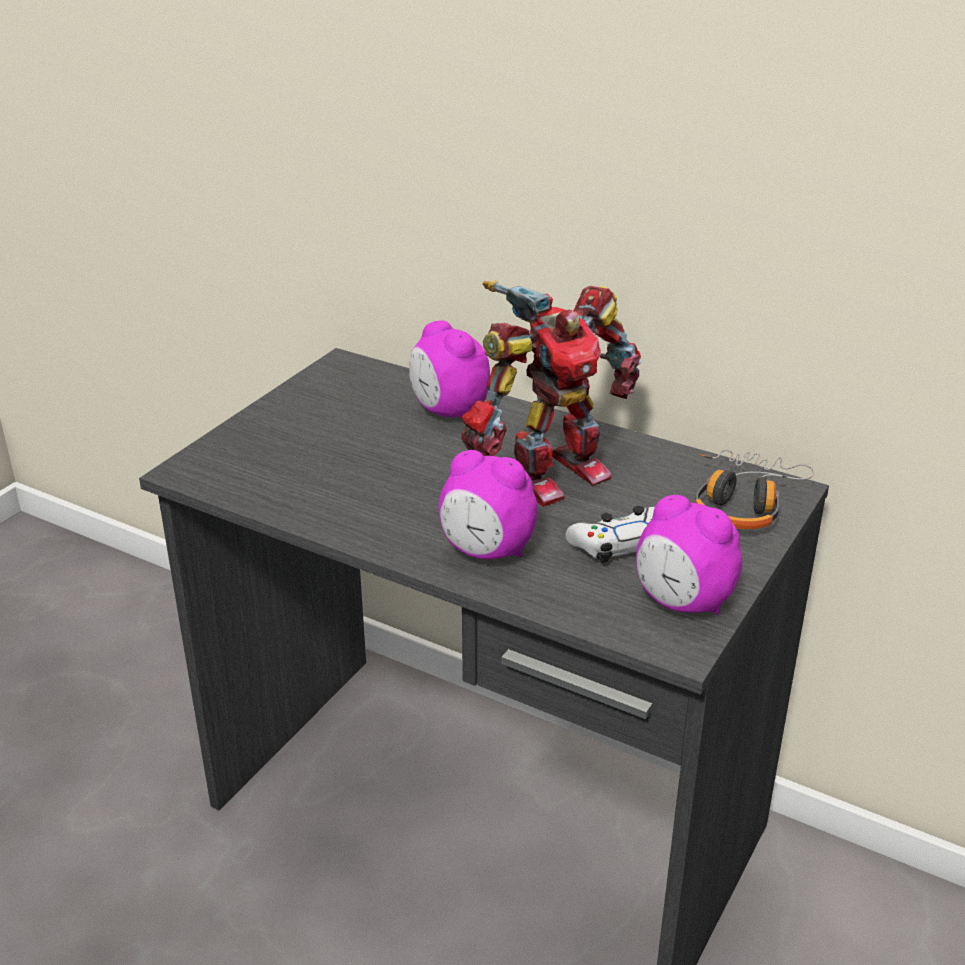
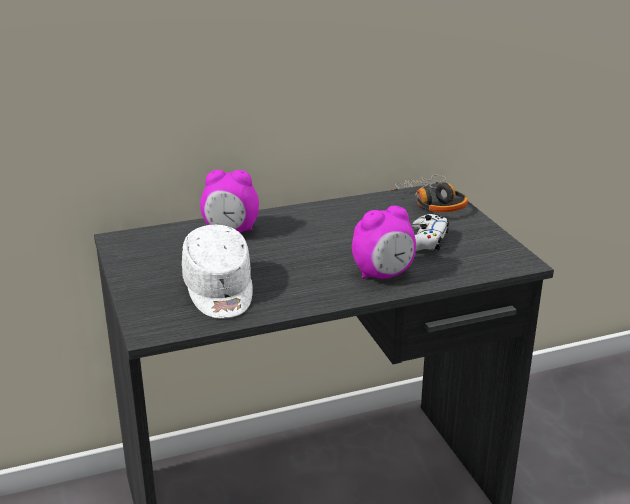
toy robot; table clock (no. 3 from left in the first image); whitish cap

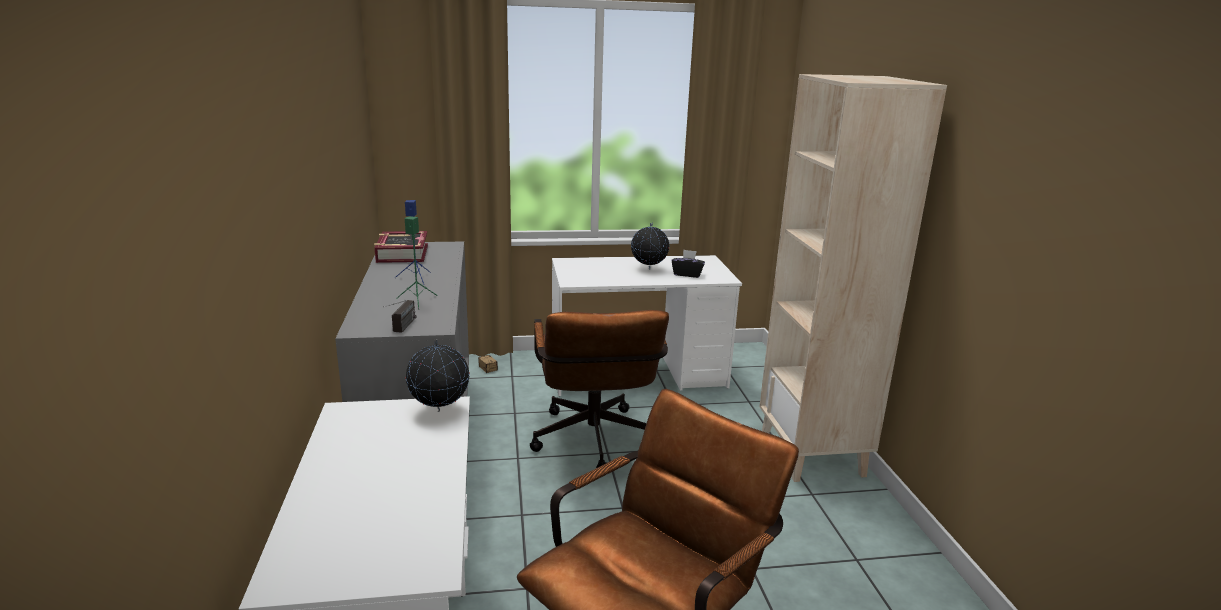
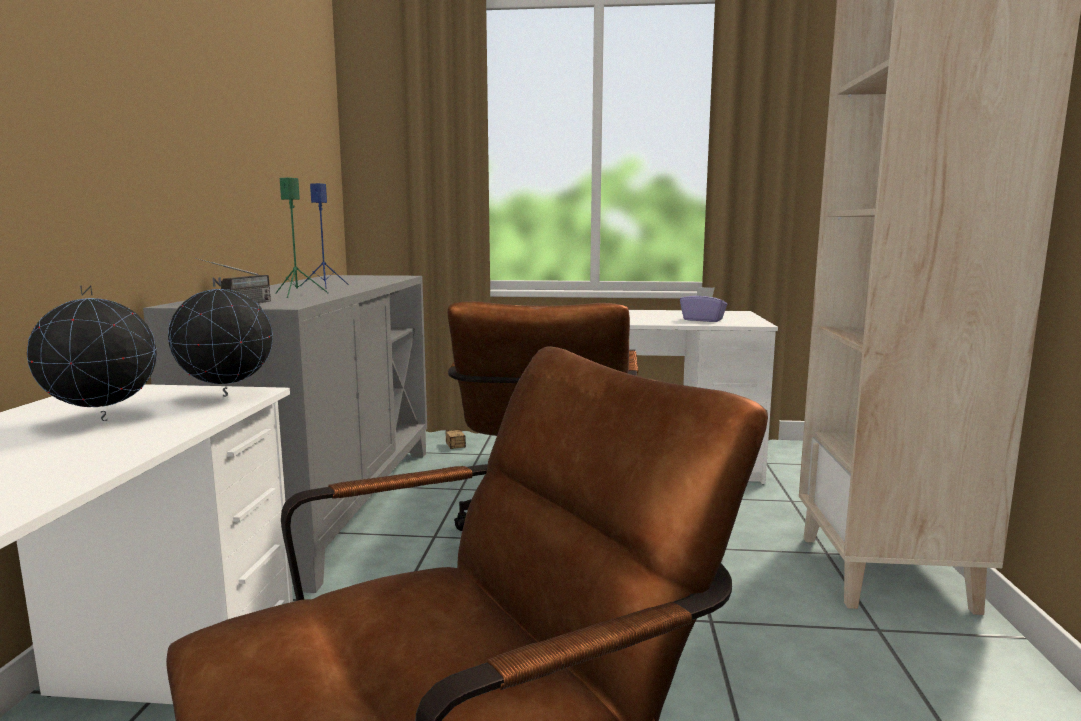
desk globe (no. 1 from left); book; purplish tissue holder

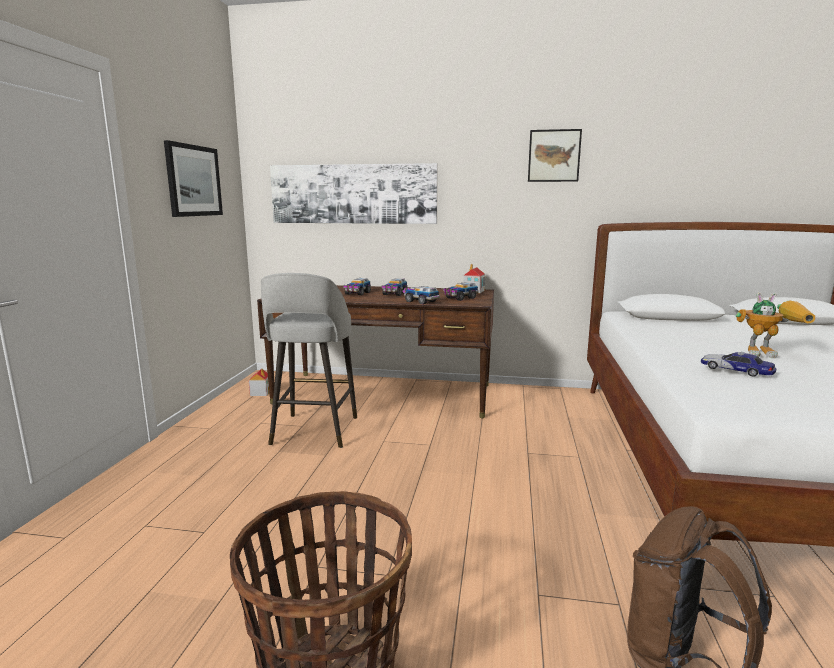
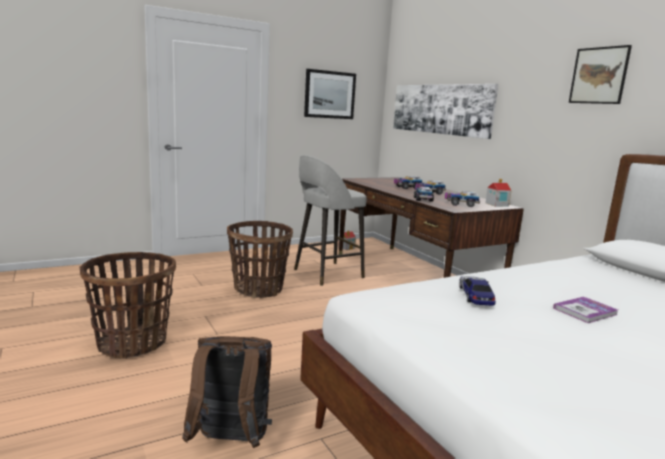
book; household basket (no. 2 from left)

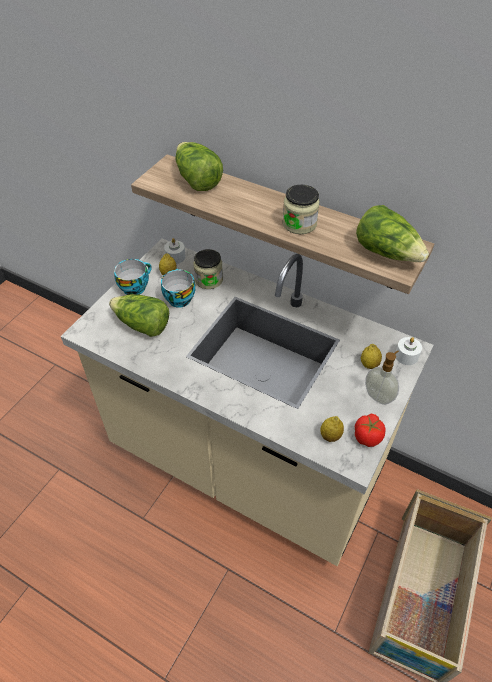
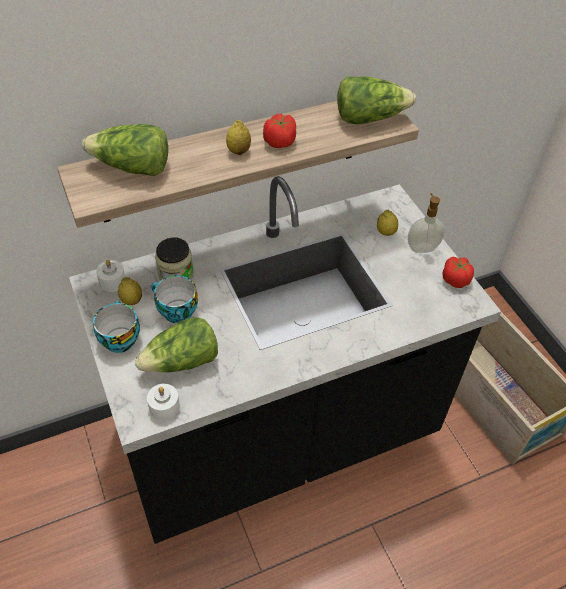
whole tomato (no. 1 from left); blackish counter; whitish wax candle (no. 2 from left); whole lemon (no. 2 from left)

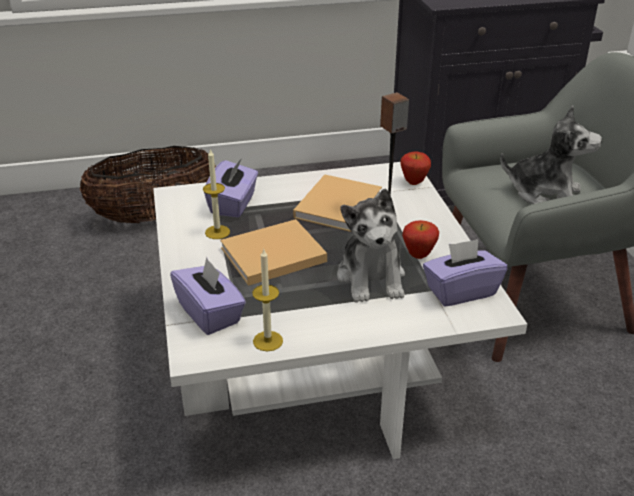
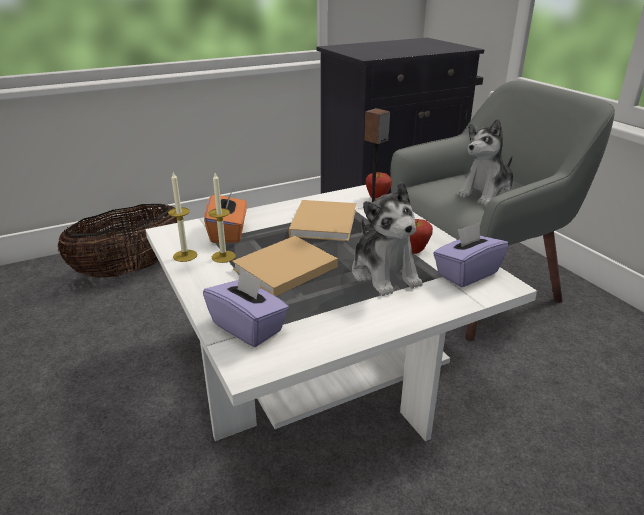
soft toy (no. 2 from left); orange tissue holder; wax candle (no. 1 from left)

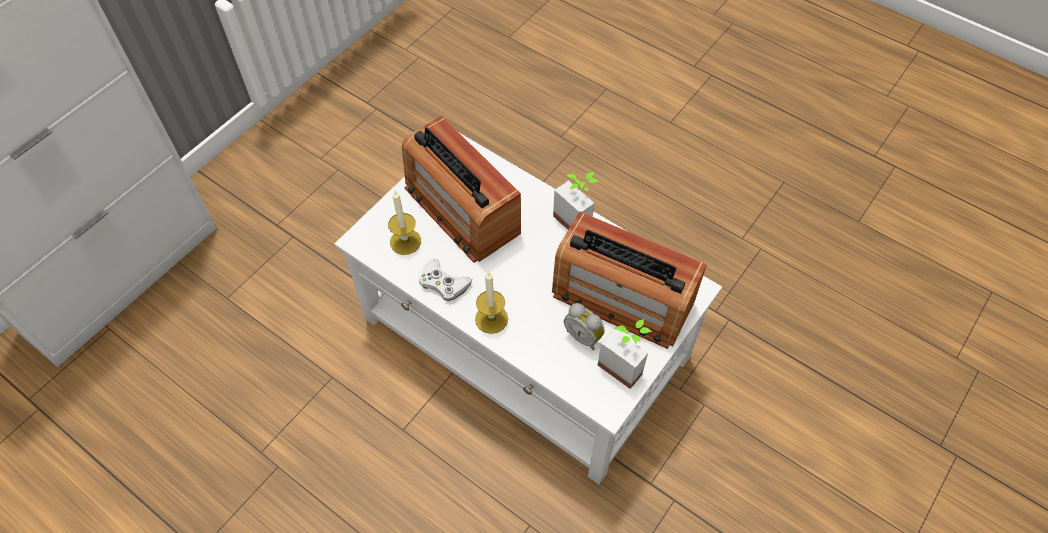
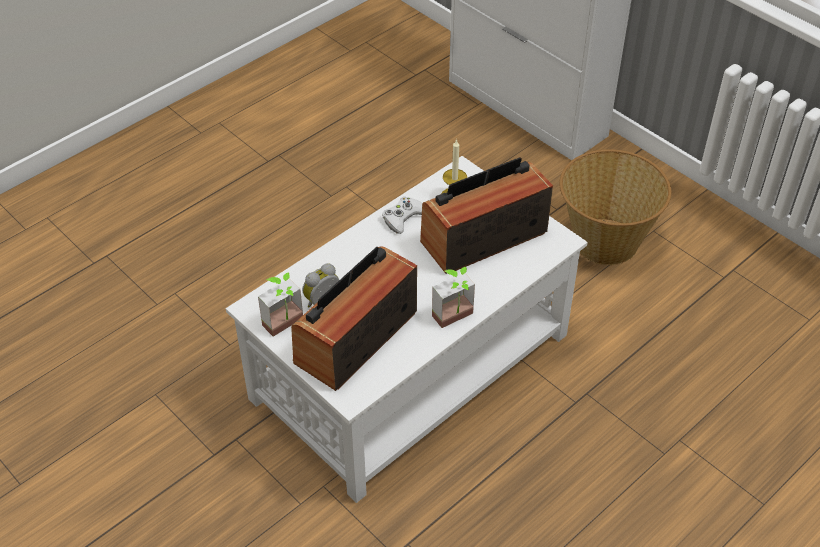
wax candle (no. 2 from left in the first image); household basket

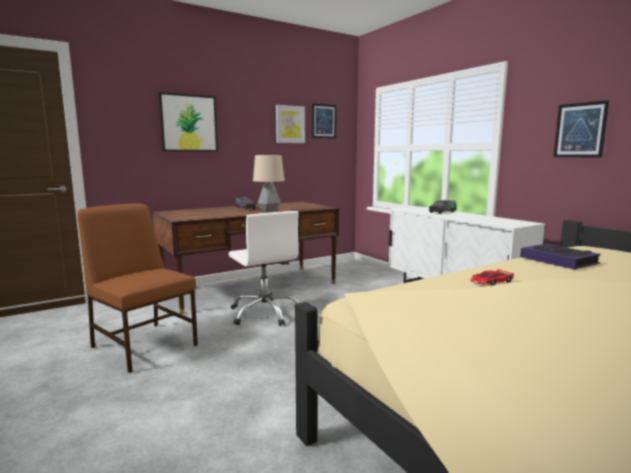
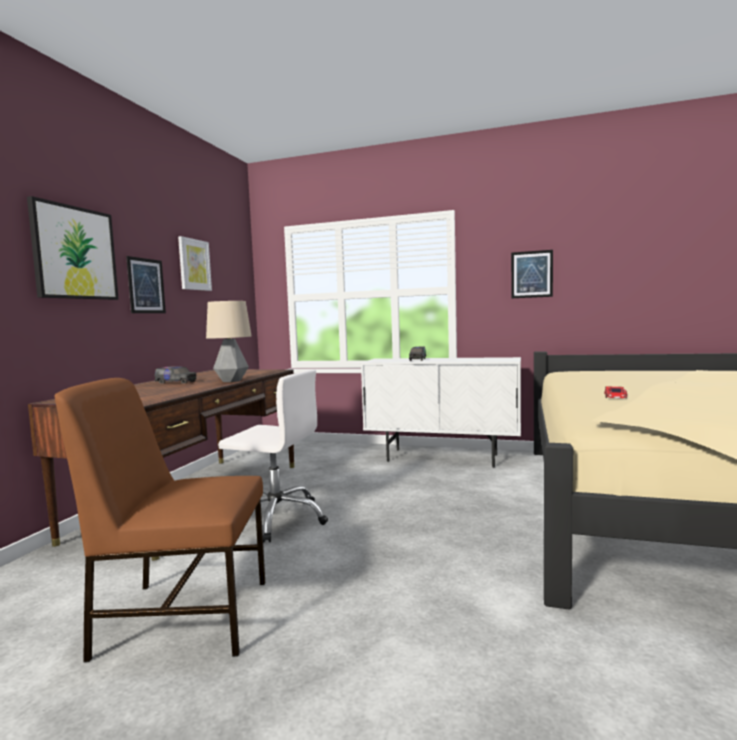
wall art (no. 2 from left); book

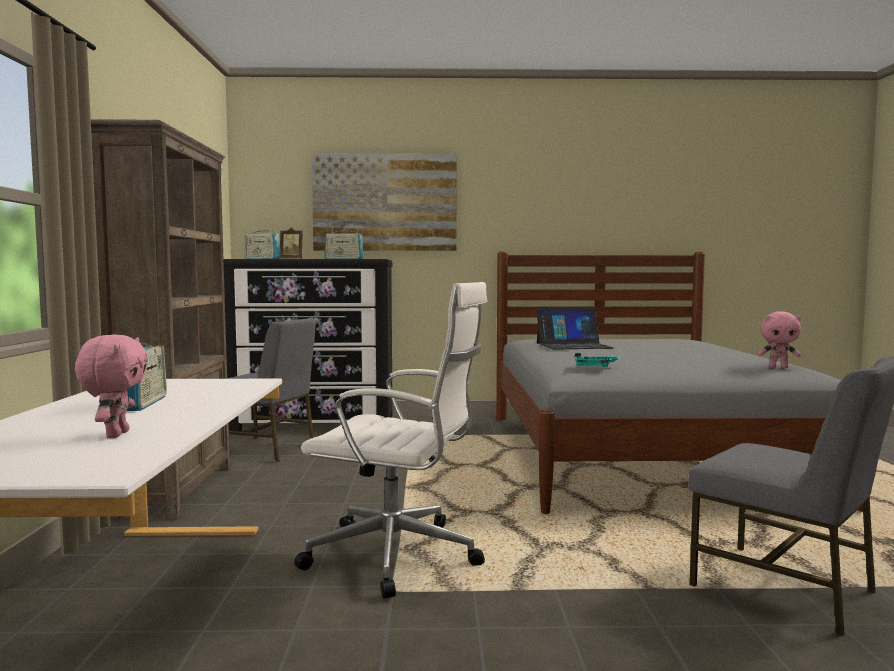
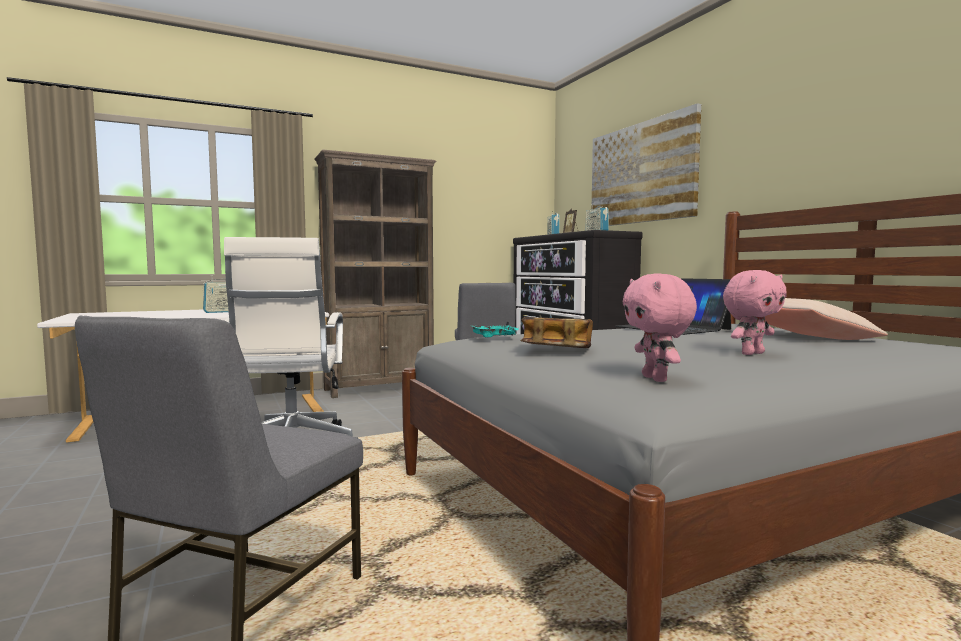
pinkish soft toy (no. 2 from left); sand-coloured throw pillow; book

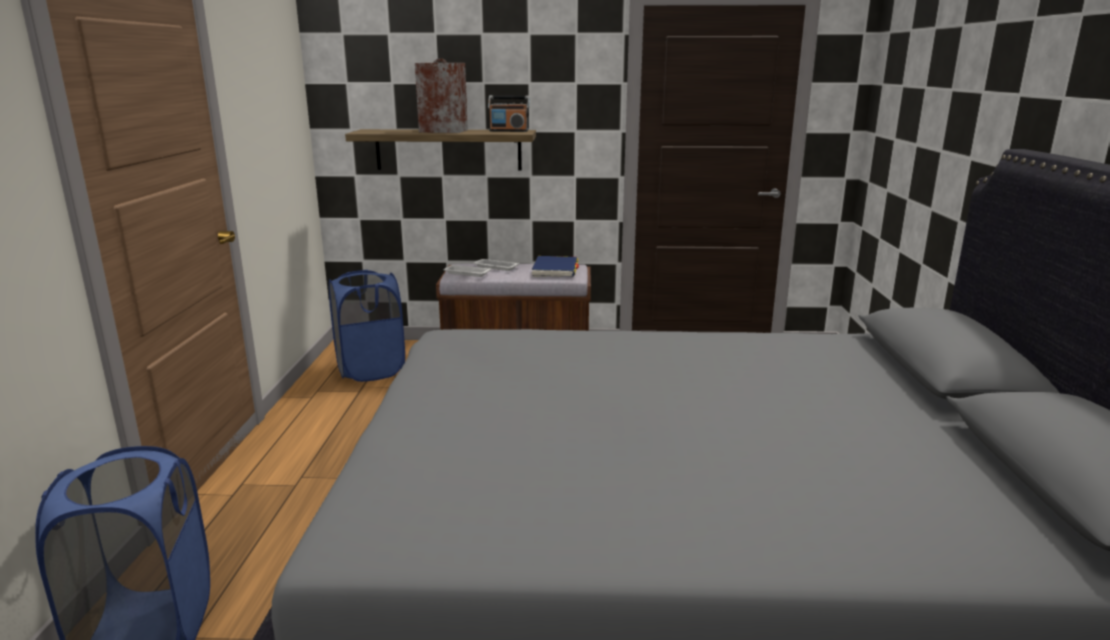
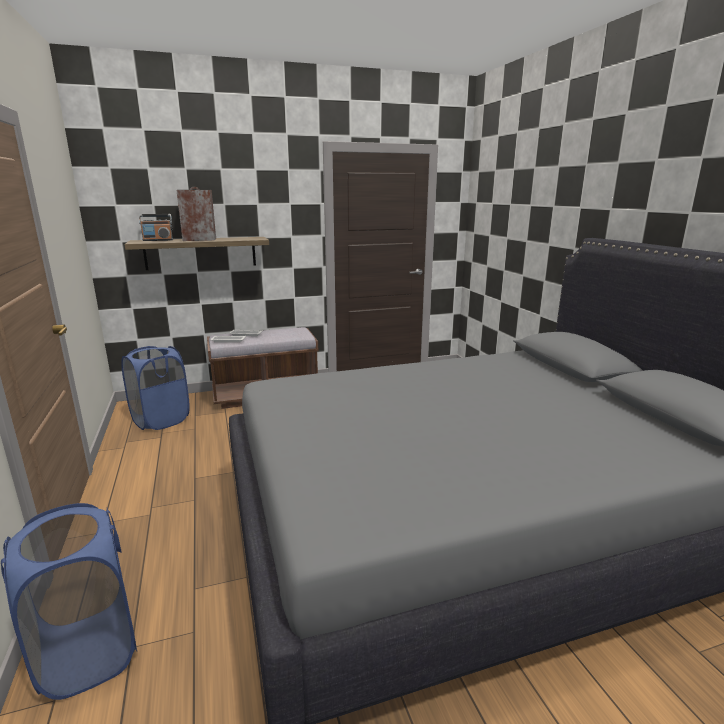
radio; bluish book

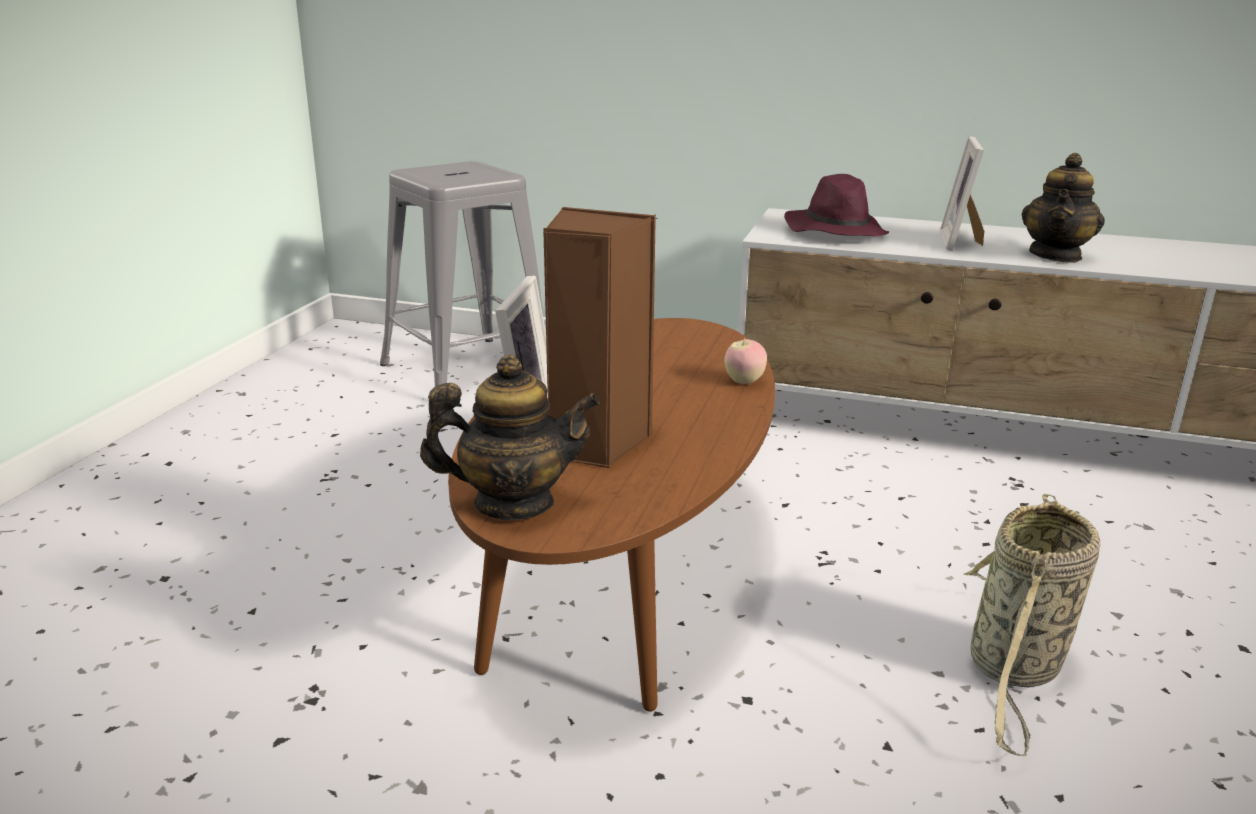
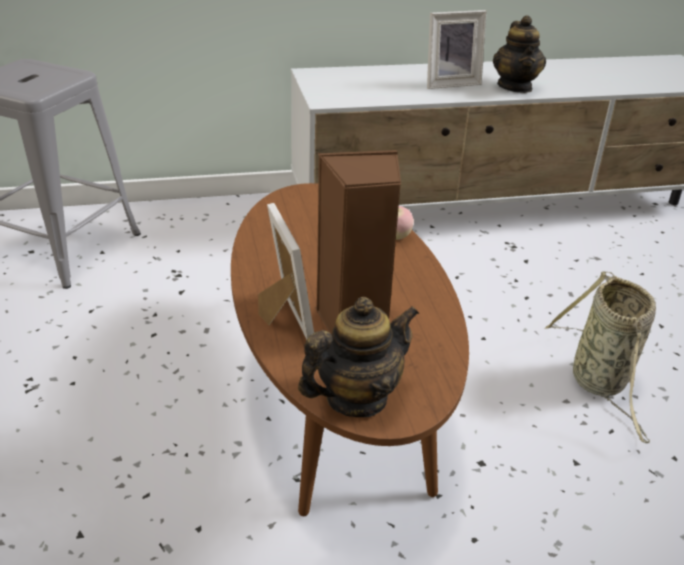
picture frame (no. 2 from left); purplish hat

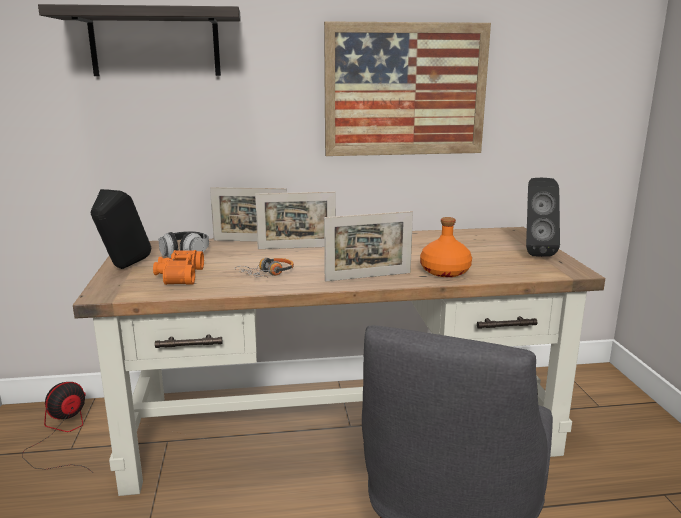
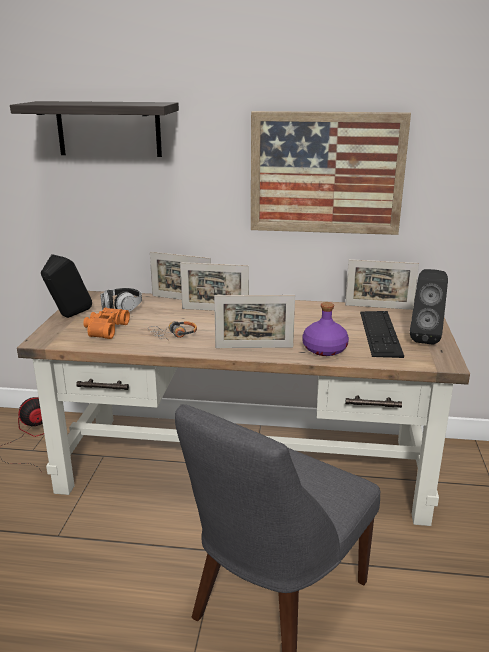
purplish bottle; picture frame (no. 4 from left); computer keyboard

